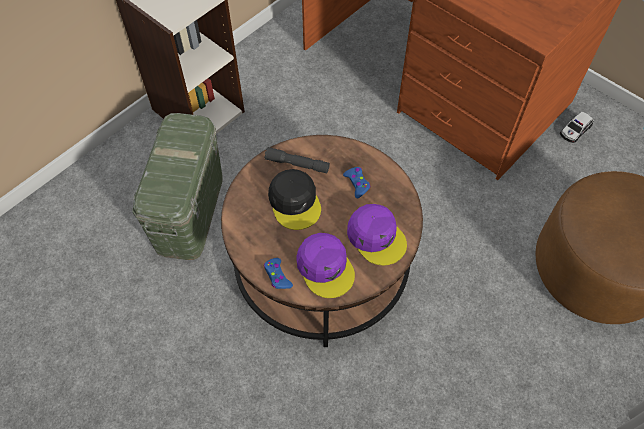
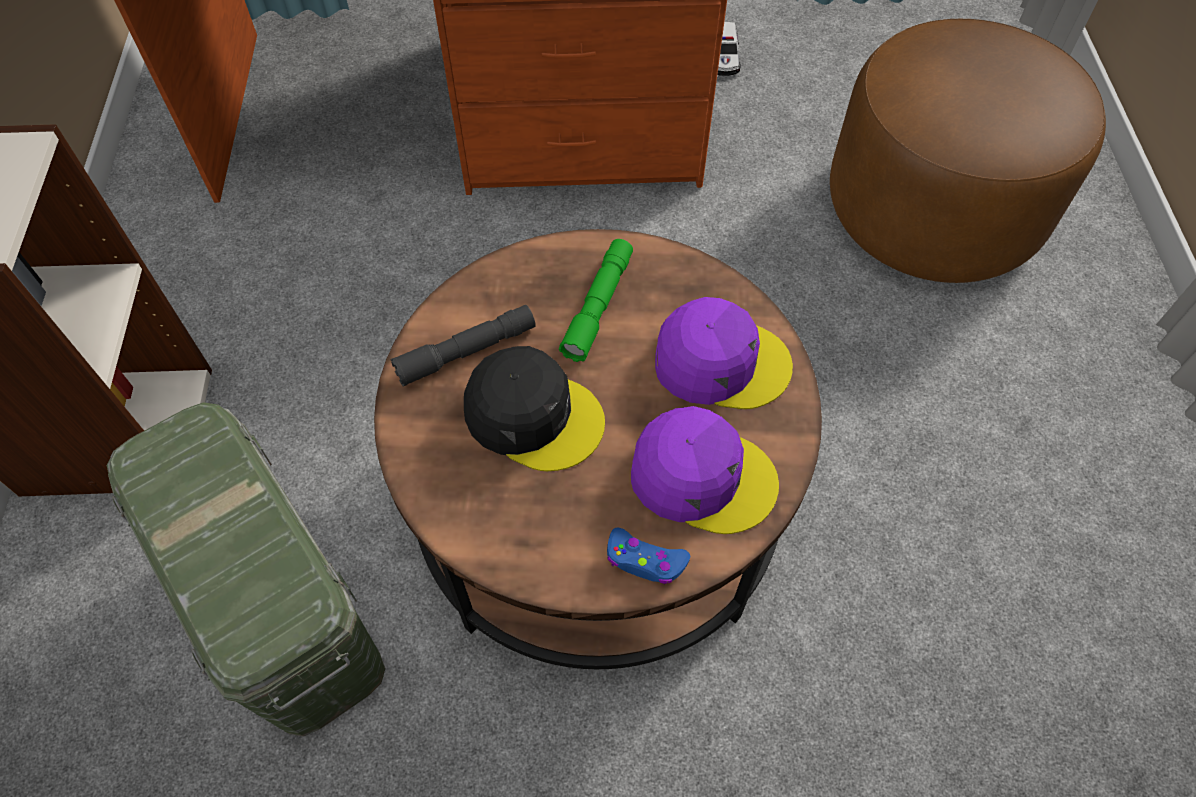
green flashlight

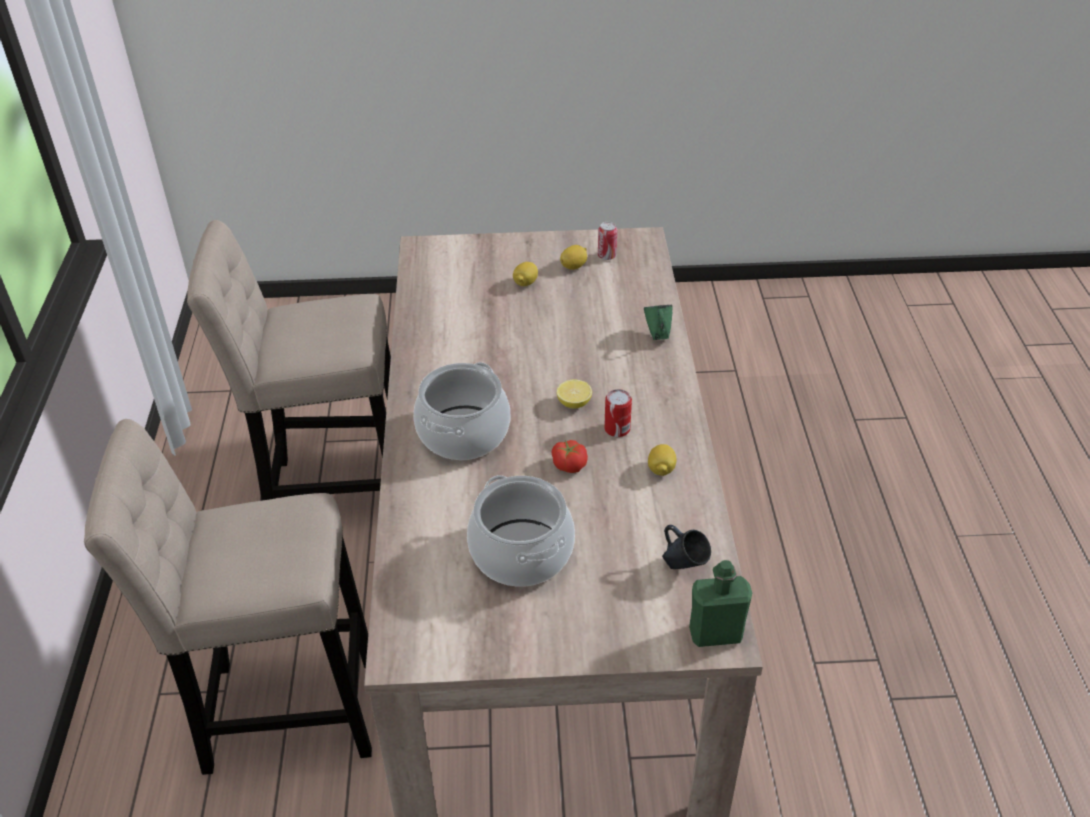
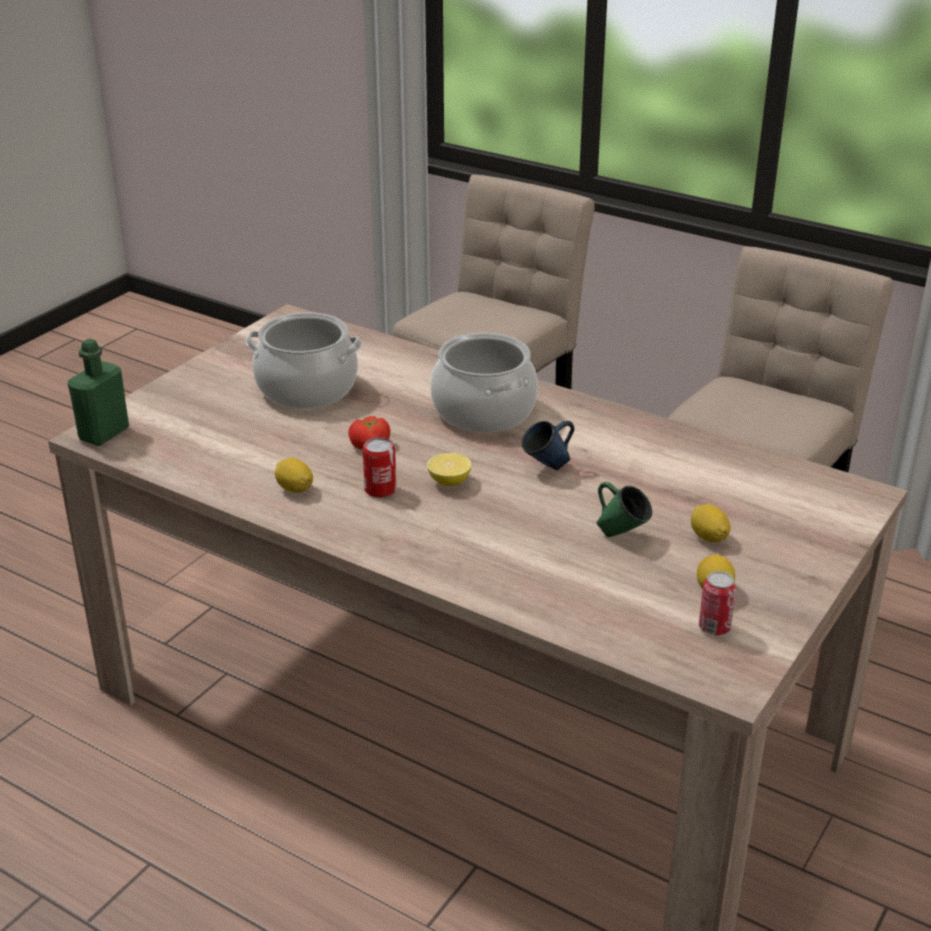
green mug; bluish mug

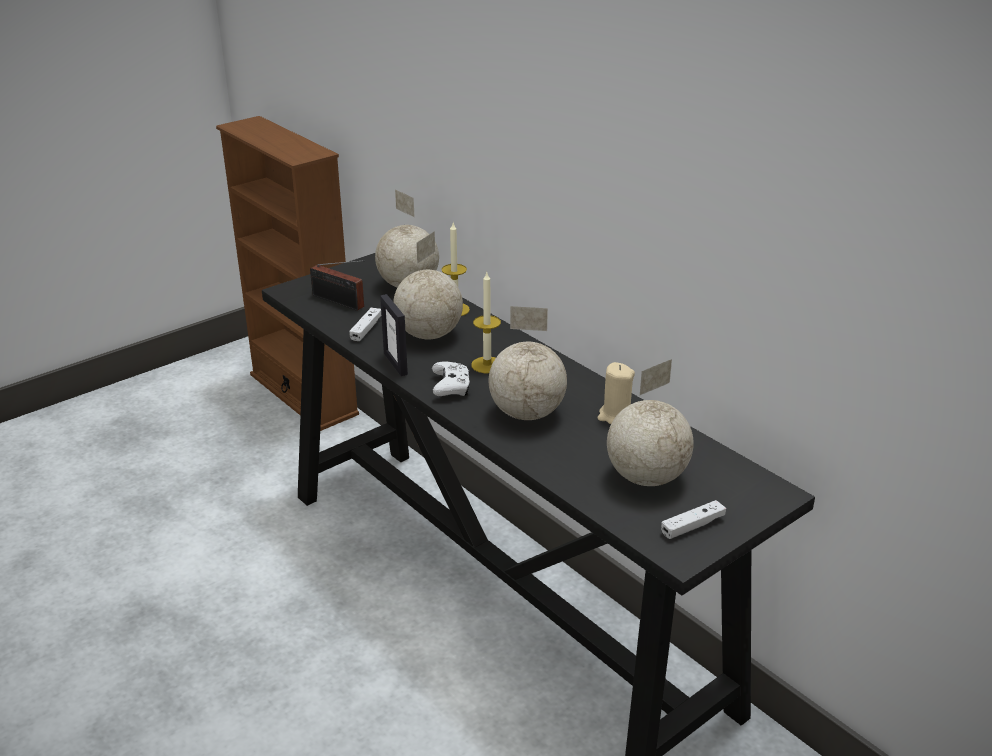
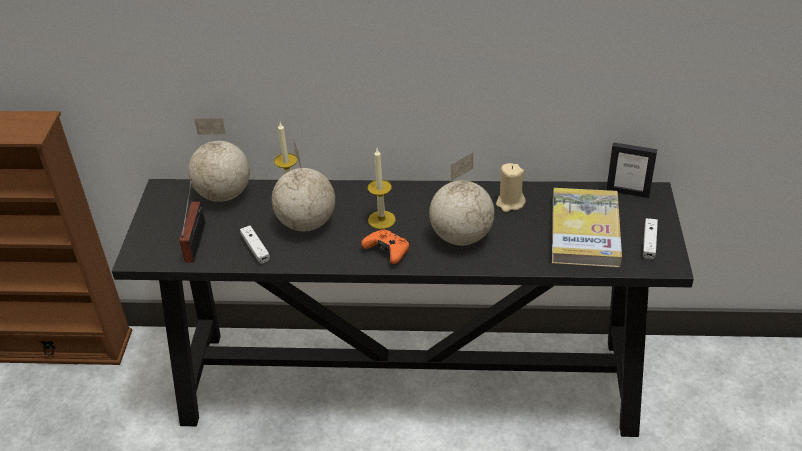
radio; picture frame; book; orange gamepad

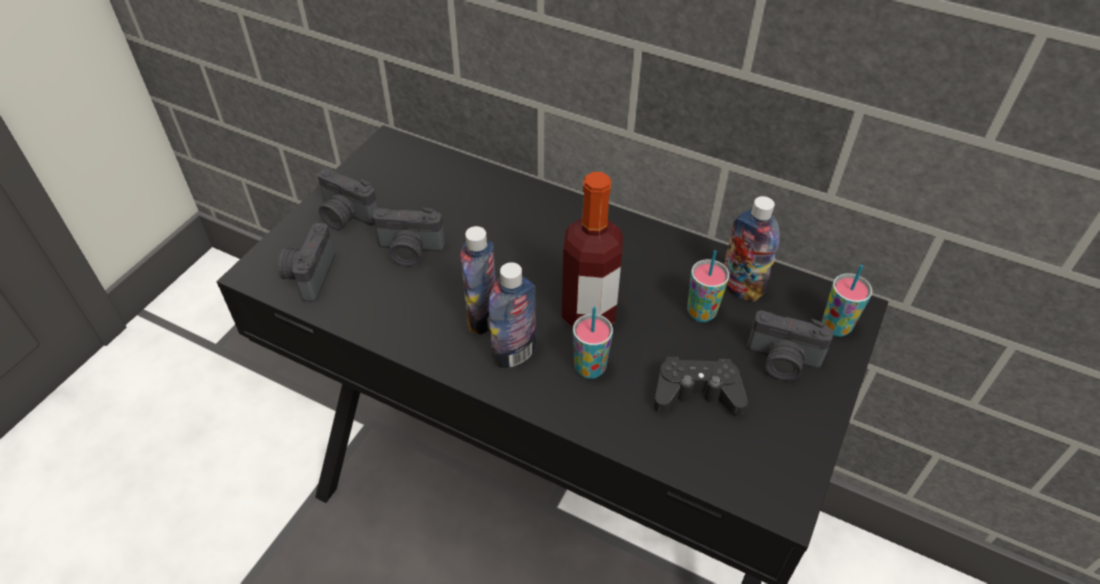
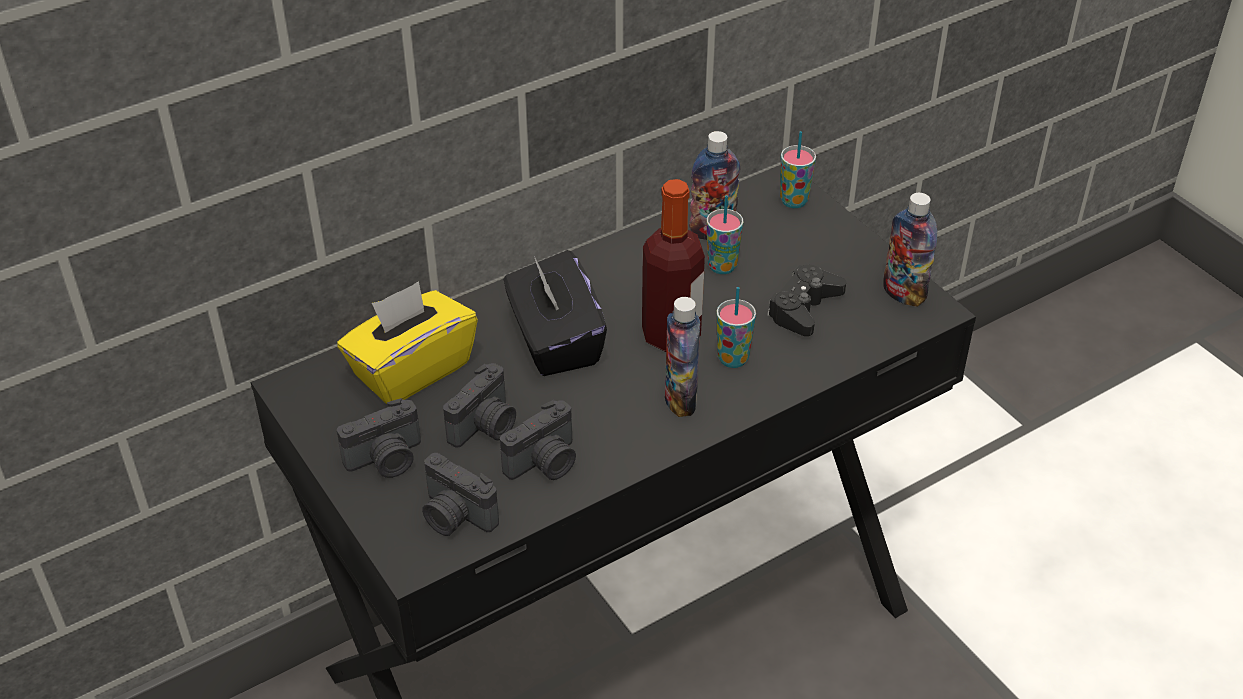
bottle (no. 4 from left); photo camera (no. 4 from left); blackish tissue holder; yellow-coloured tissue holder

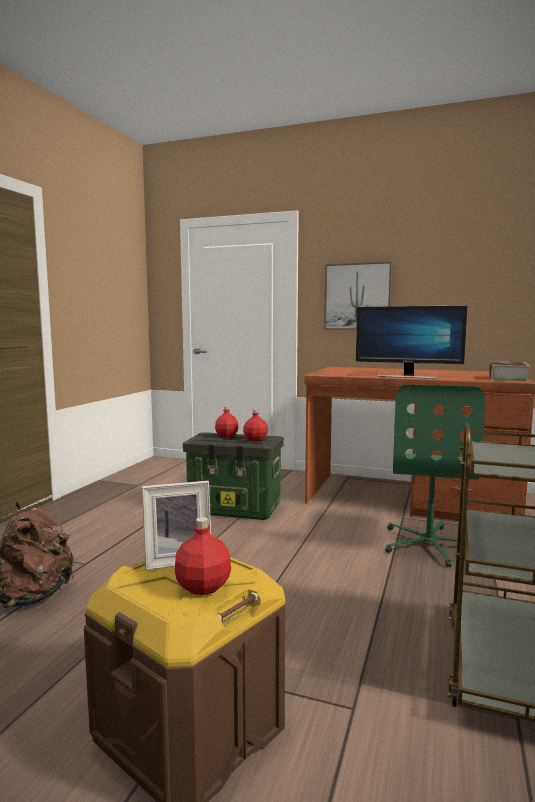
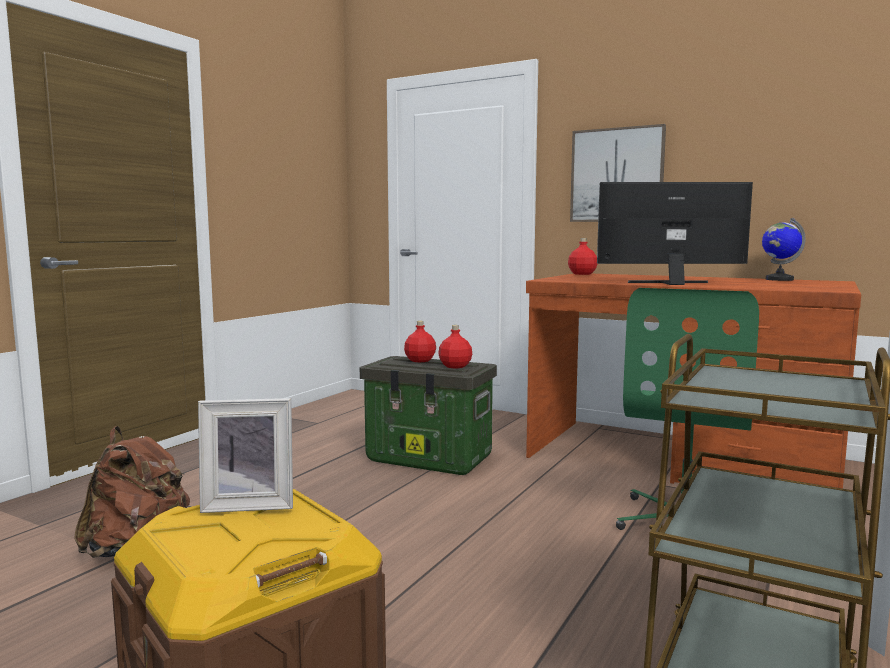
computer display; book; red-coloured bottle (no. 3 from left); desk globe

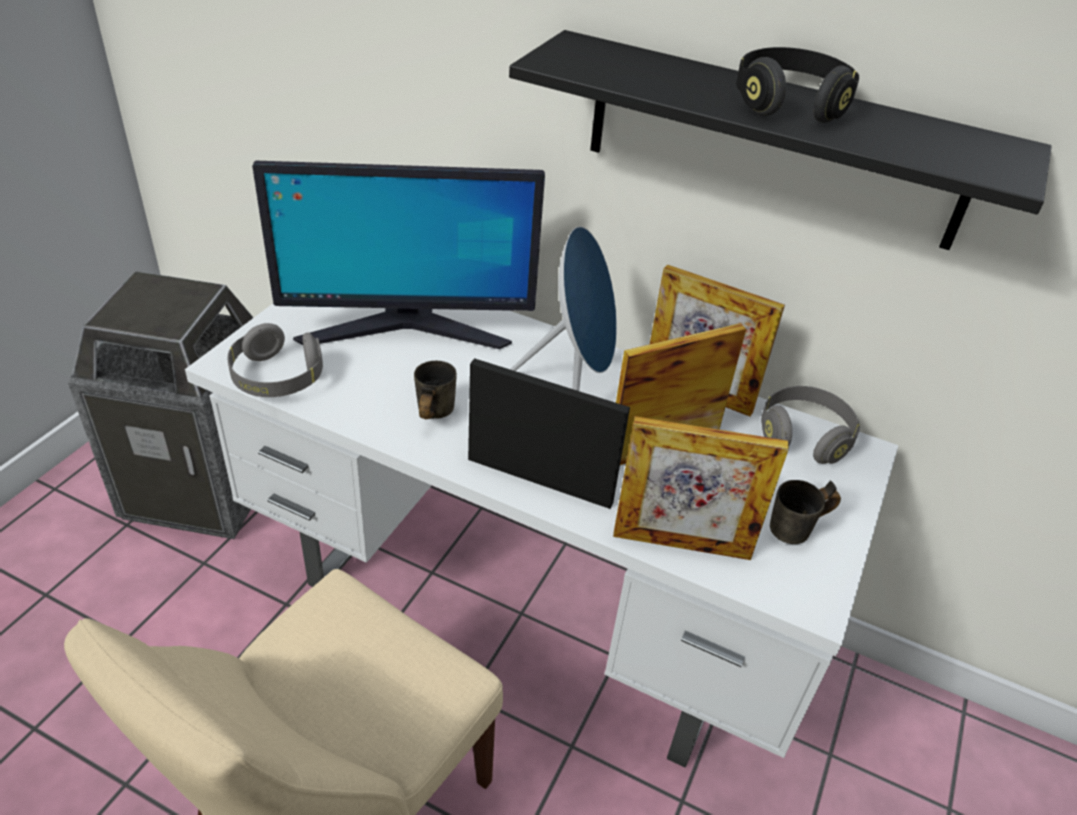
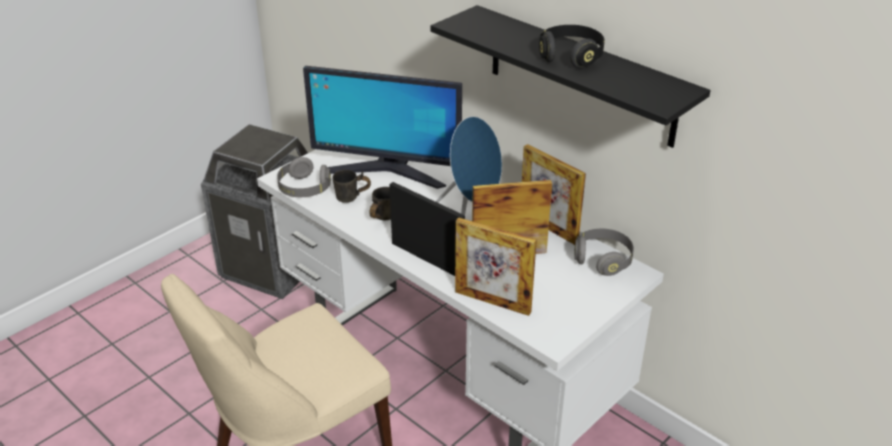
grey mug (no. 1 from left)

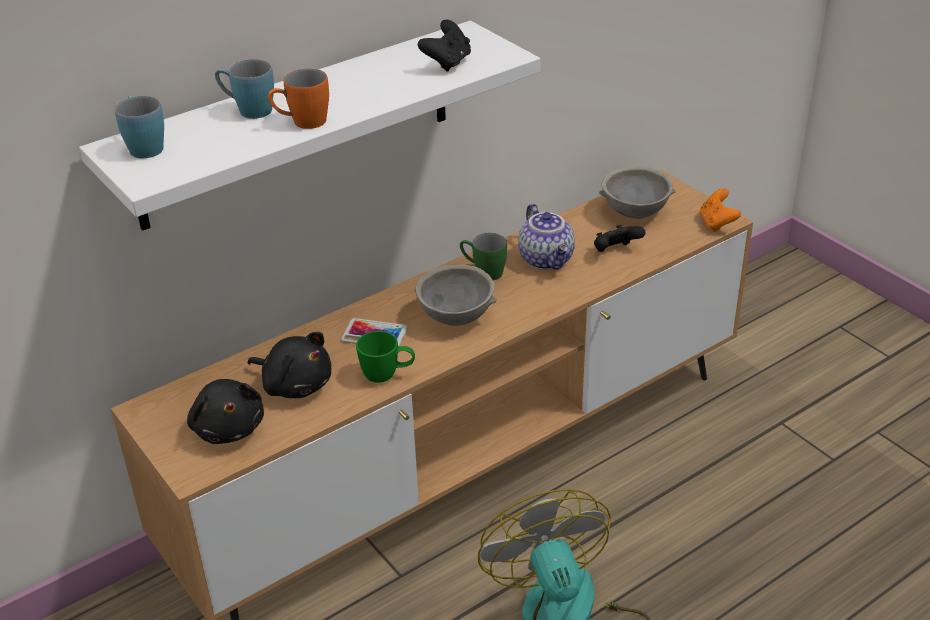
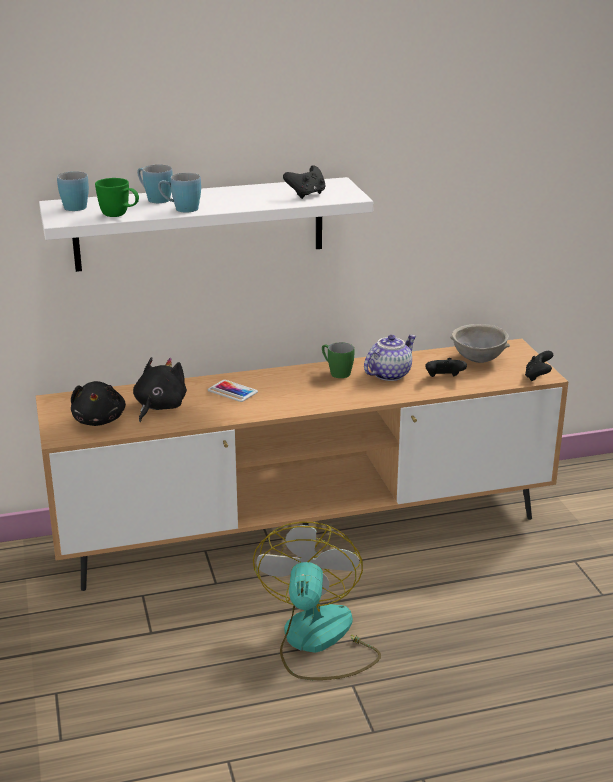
bluish mug (no. 3 from left); blackish gamepad (no. 3 from left); pot for tea; grey serving bowl (no. 1 from left in the first image); green mug (no. 1 from left); blackish soft toy (no. 2 from left)

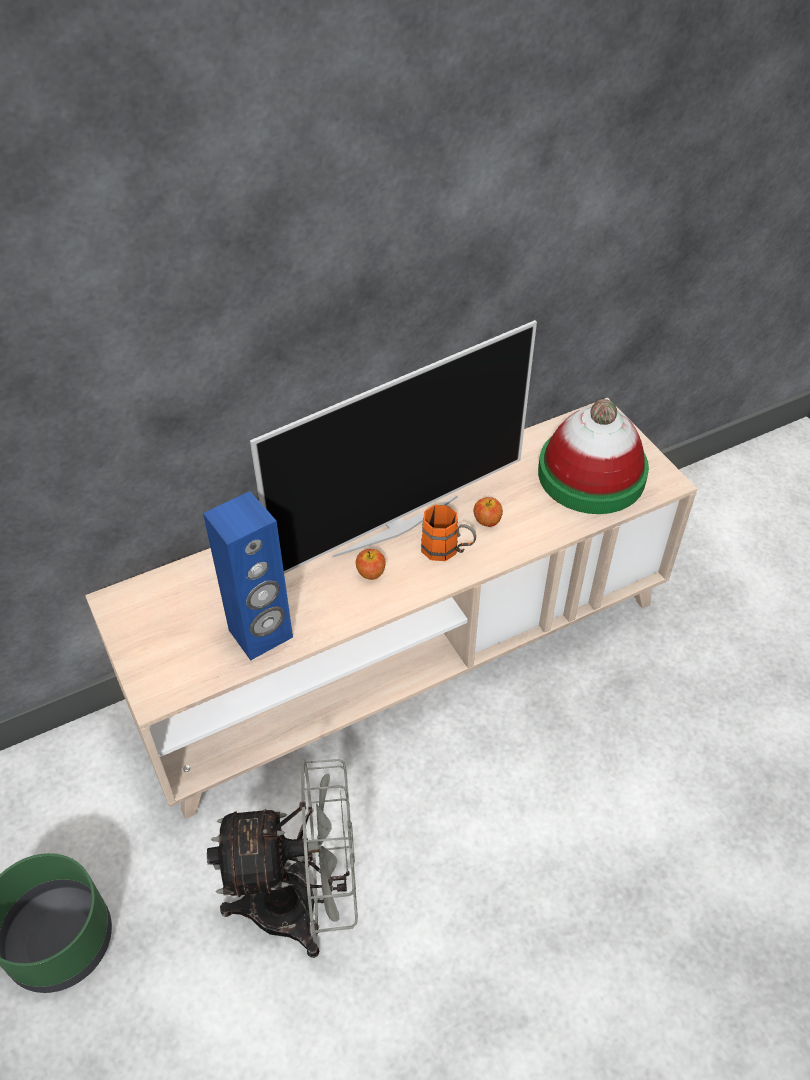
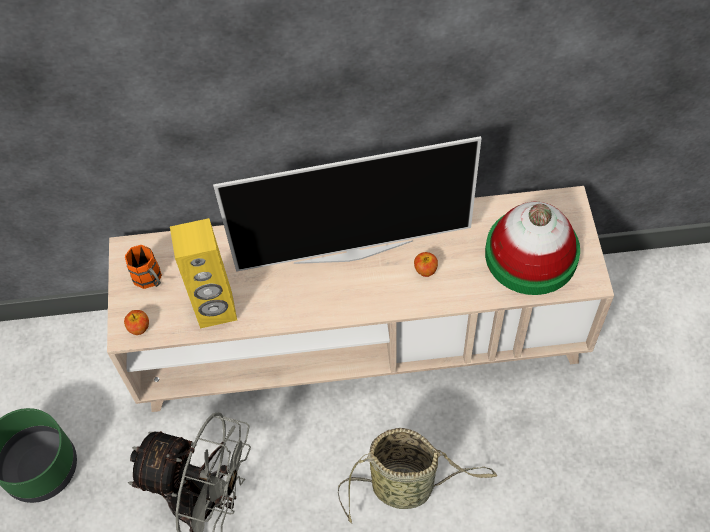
yellow-coloured speaker; orange mug; whole apple (no. 1 from left); household basket

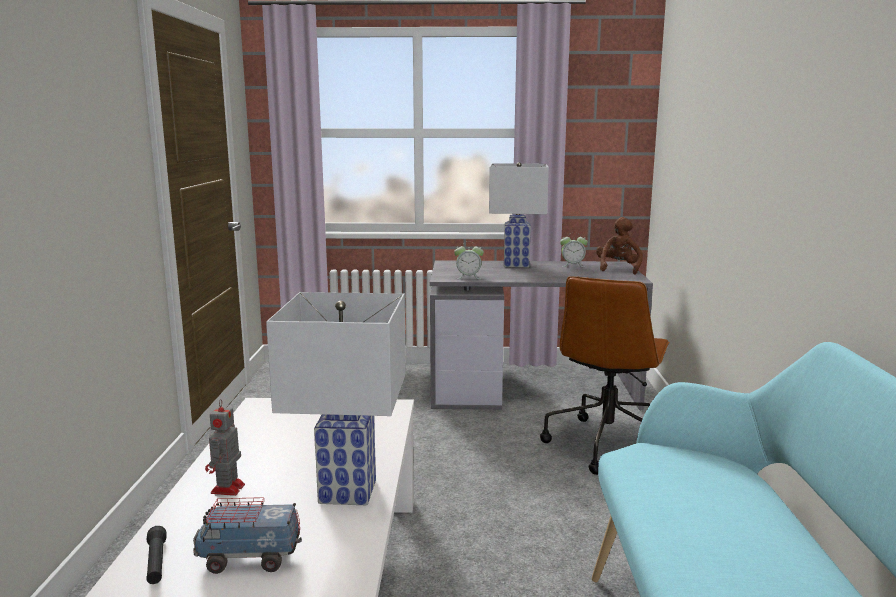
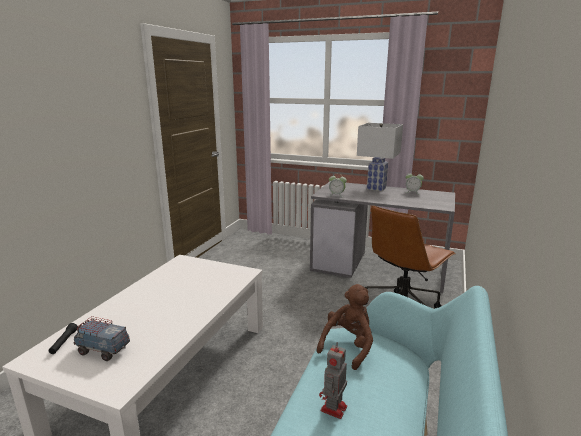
brownish soft toy; whitish table lamp (no. 1 from left in the first image); toy robot

